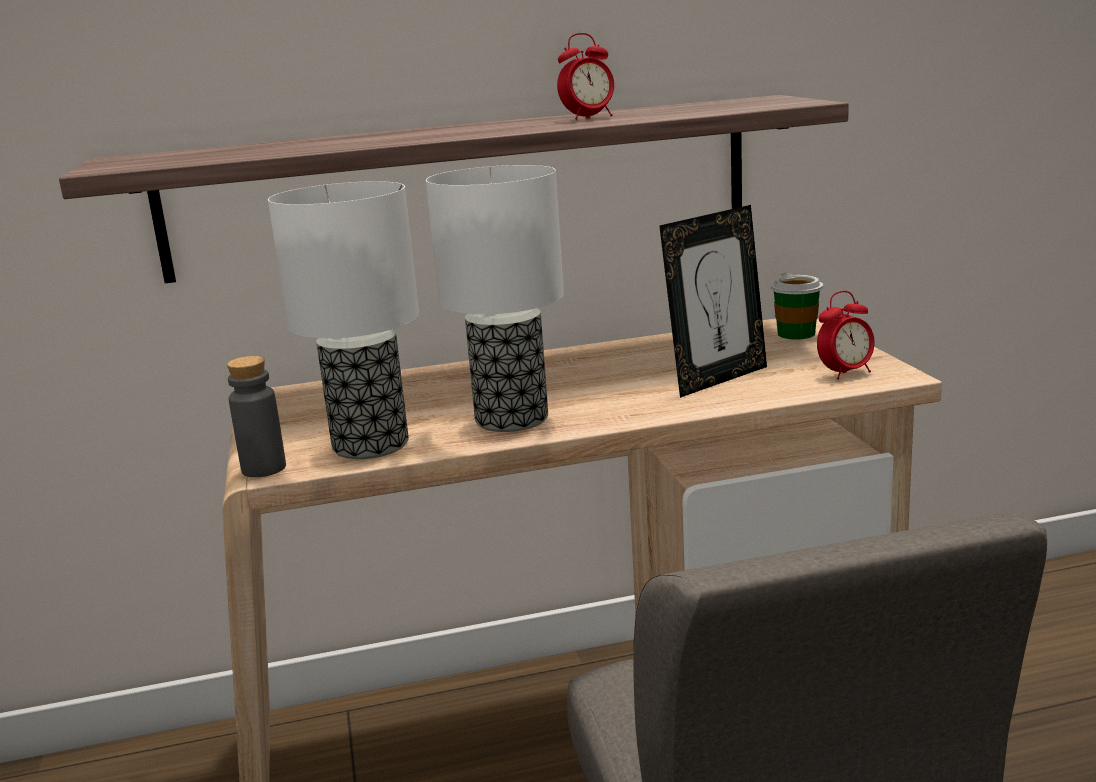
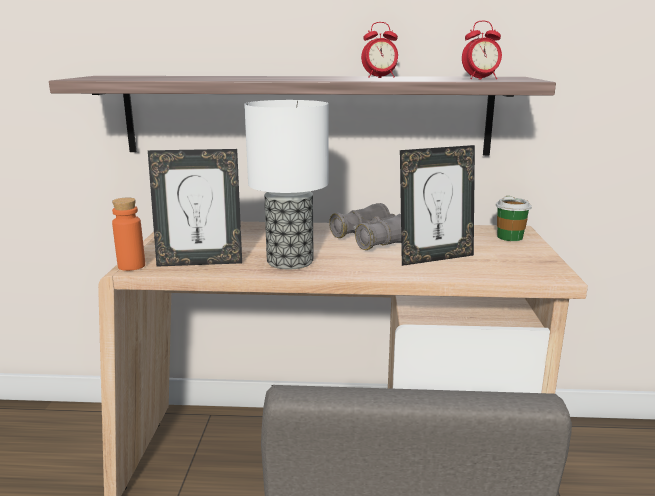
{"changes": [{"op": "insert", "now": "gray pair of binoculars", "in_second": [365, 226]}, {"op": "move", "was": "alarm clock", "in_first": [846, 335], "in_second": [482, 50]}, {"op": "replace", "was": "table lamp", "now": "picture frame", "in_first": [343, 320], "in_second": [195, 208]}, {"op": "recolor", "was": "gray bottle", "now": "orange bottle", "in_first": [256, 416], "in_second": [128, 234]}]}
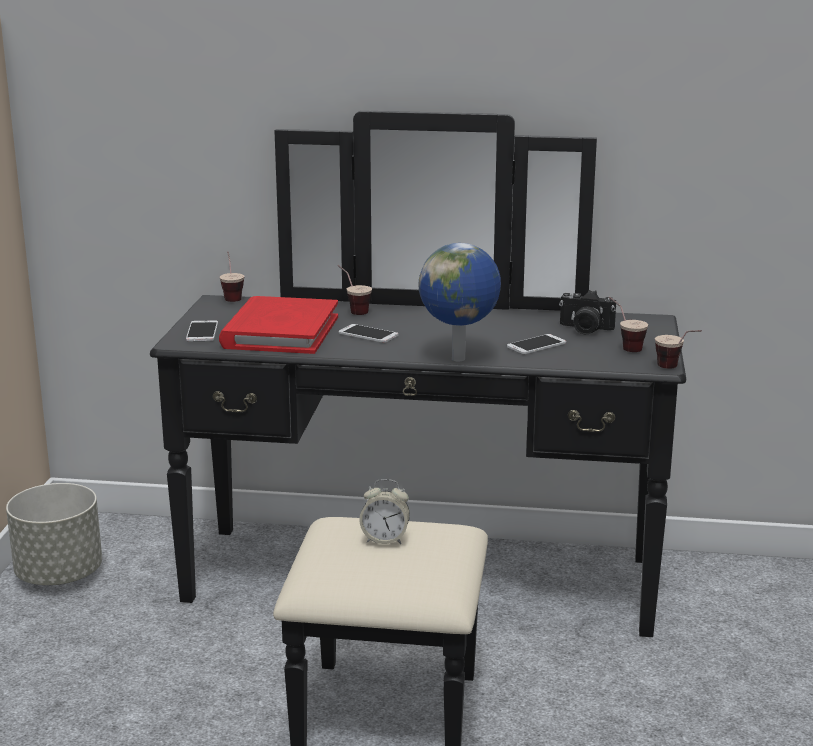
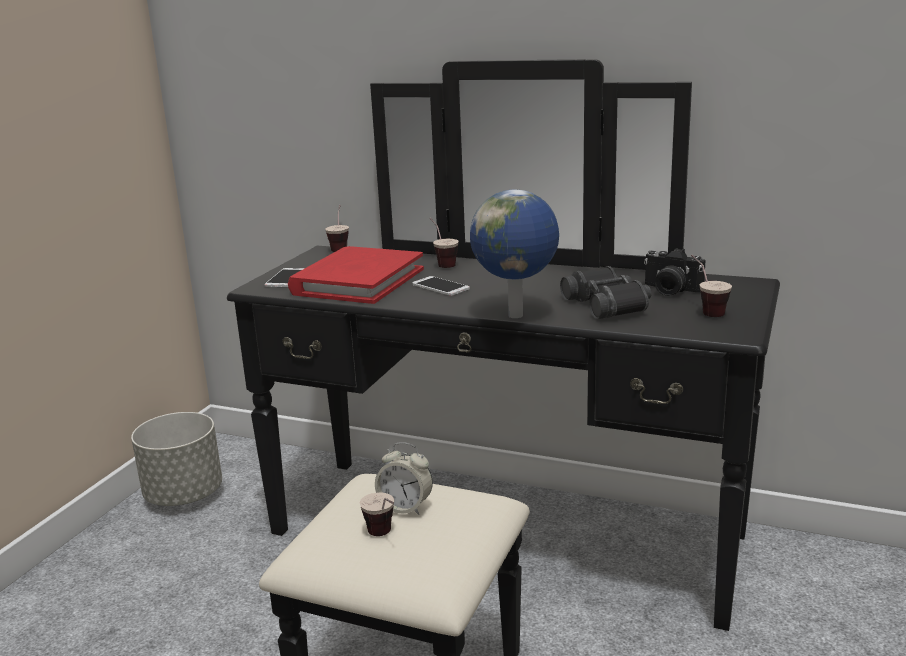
{"changes": [{"op": "move", "was": "cup", "in_first": [678, 349], "in_second": [377, 514]}, {"op": "replace", "was": "telephone", "now": "black-coloured pair of binoculars", "in_first": [536, 344], "in_second": [605, 292]}]}
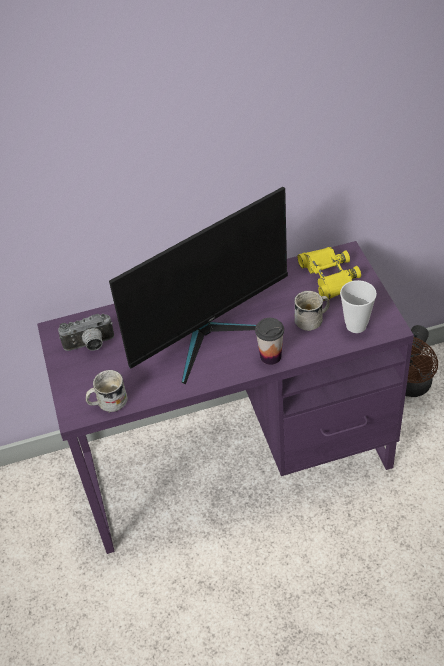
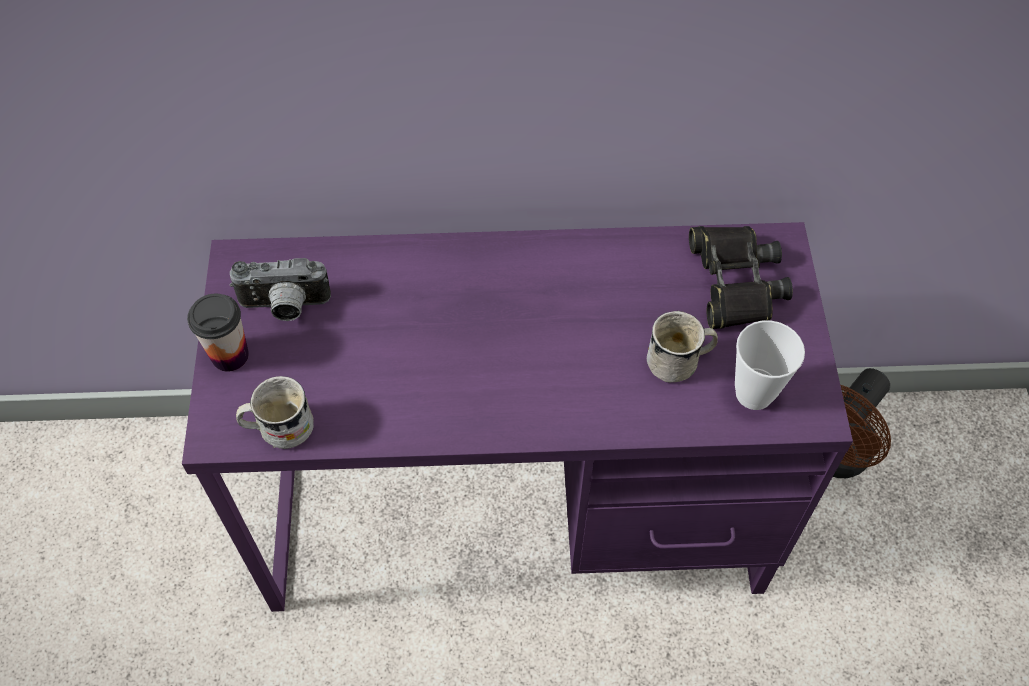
{"changes": [{"op": "delete", "was": "monitor", "in_first": [198, 286]}, {"op": "move", "was": "cup", "in_first": [269, 341], "in_second": [218, 332]}, {"op": "recolor", "was": "yellowish pair of binoculars", "now": "black-coloured pair of binoculars", "in_first": [329, 274], "in_second": [741, 277]}]}
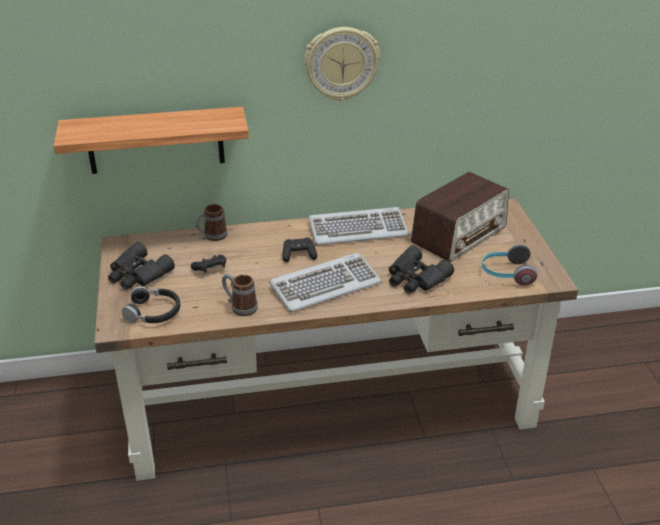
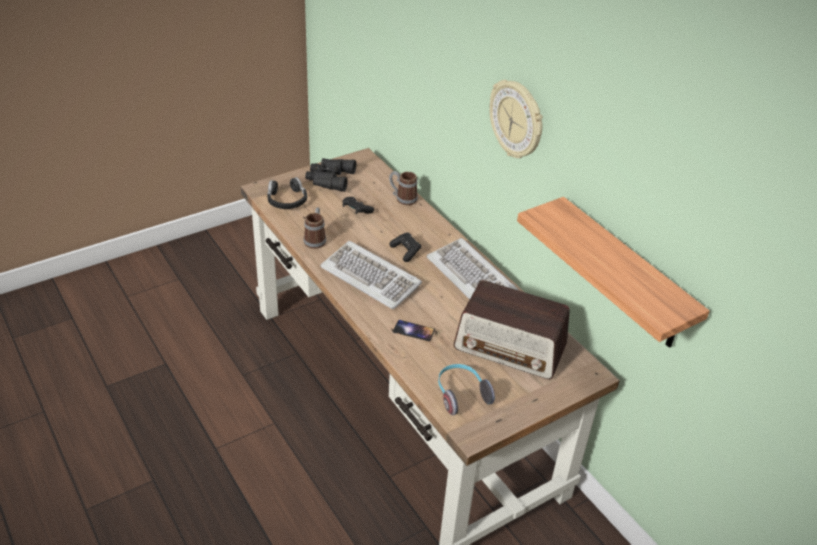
{"changes": [{"op": "move", "was": "shelf", "in_first": [151, 140], "in_second": [613, 272]}, {"op": "replace", "was": "black-coloured pair of binoculars", "now": "telephone", "in_first": [421, 269], "in_second": [414, 330]}]}
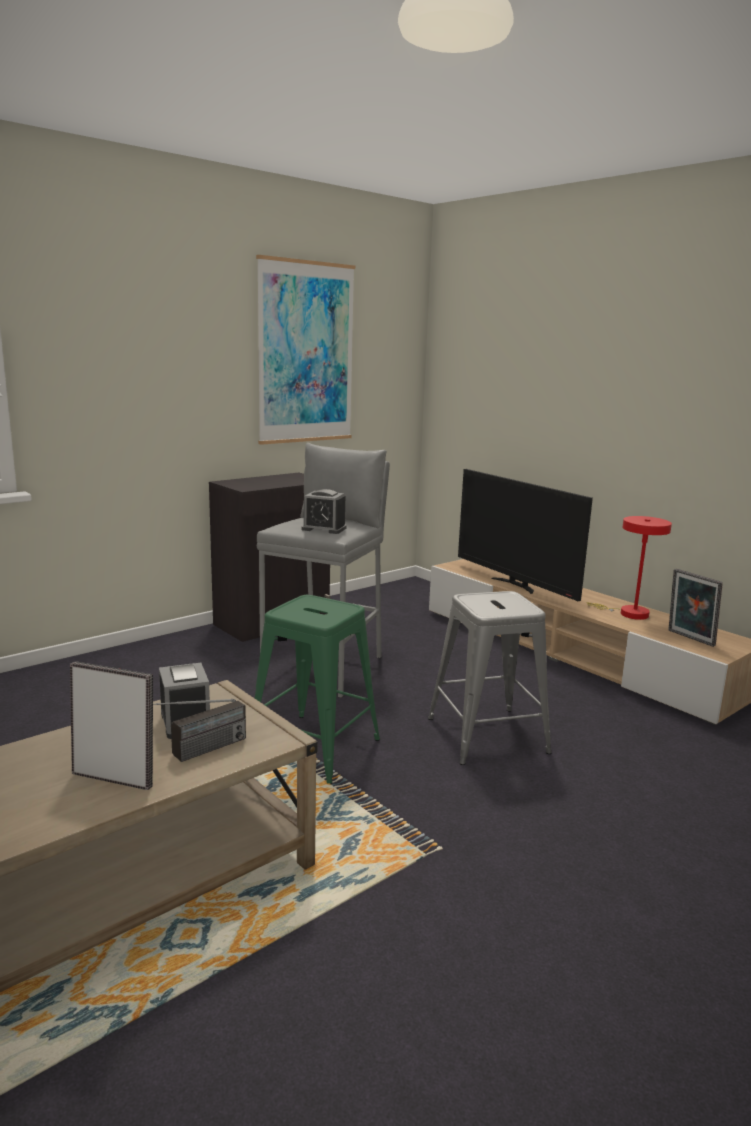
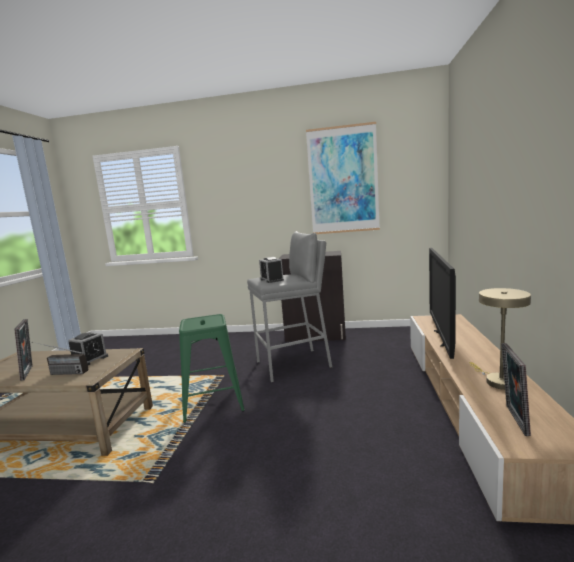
{"changes": [{"op": "delete", "was": "gray stool seat", "in_first": [490, 678]}, {"op": "recolor", "was": "red table lamp", "now": "sand-coloured table lamp", "in_first": [629, 568], "in_second": [500, 339]}]}
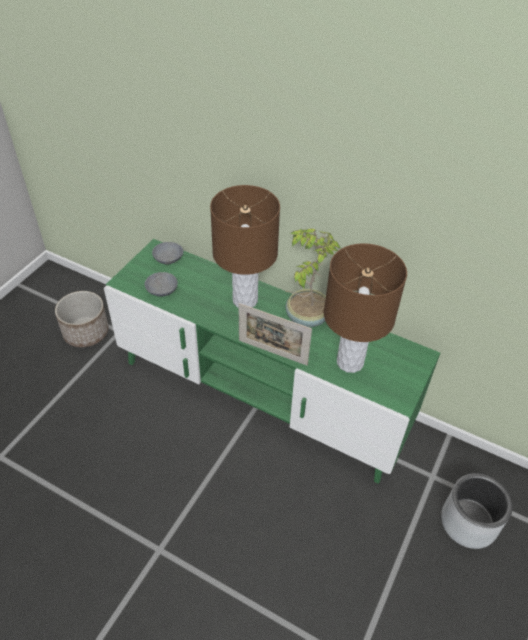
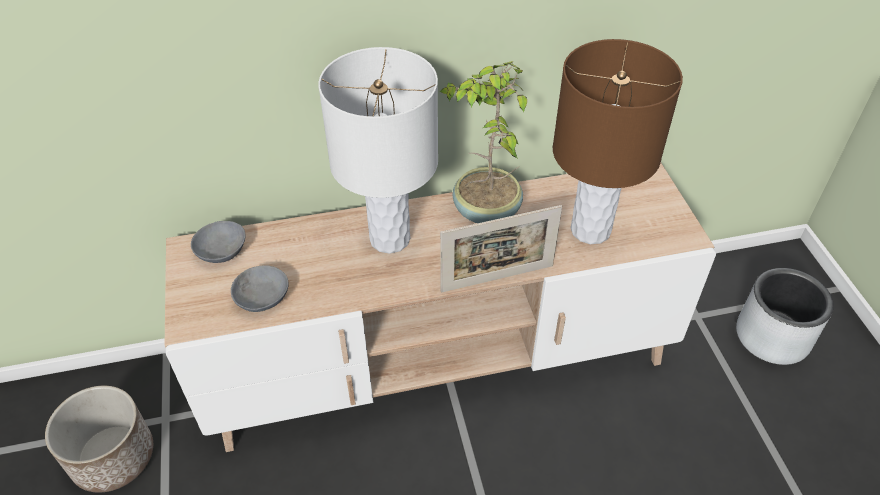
{"changes": [{"op": "recolor", "was": "greenish tv stand", "now": "sand-coloured tv stand", "in_first": [272, 361], "in_second": [440, 307]}, {"op": "recolor", "was": "brown table lamp", "now": "whitish table lamp", "in_first": [245, 246], "in_second": [378, 150]}]}
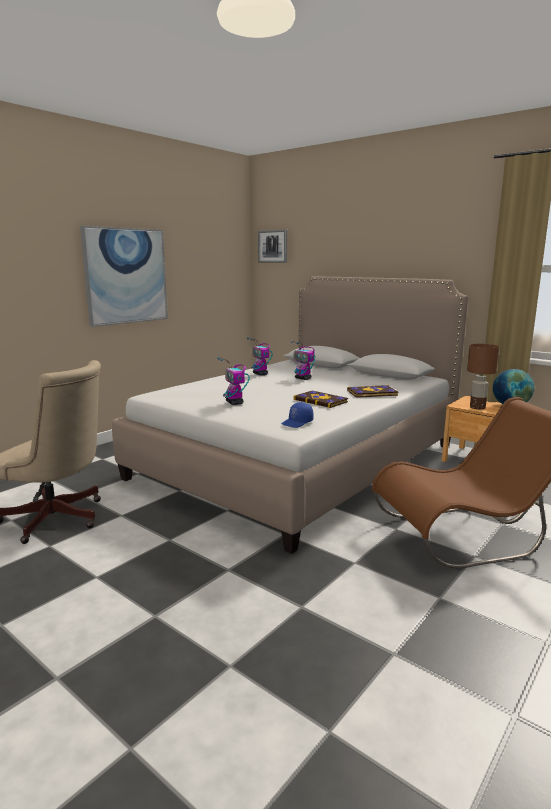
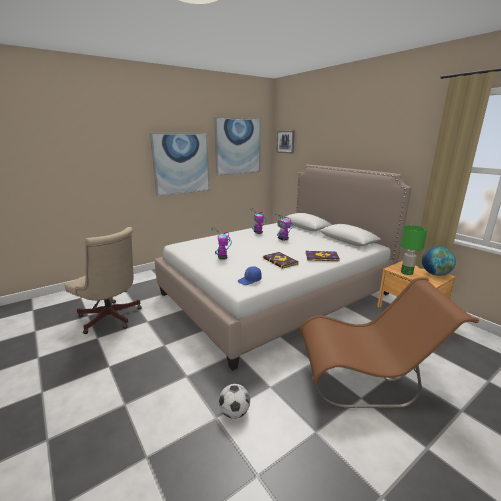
{"changes": [{"op": "insert", "now": "wall art", "in_second": [237, 146]}, {"op": "insert", "now": "ball for football", "in_second": [234, 401]}, {"op": "recolor", "was": "brown table lamp", "now": "greenish table lamp", "in_first": [483, 376], "in_second": [414, 250]}]}
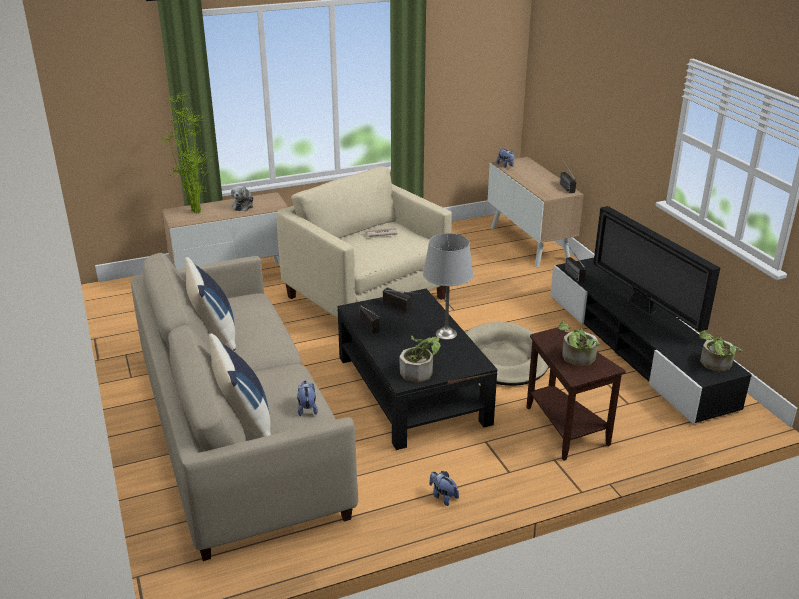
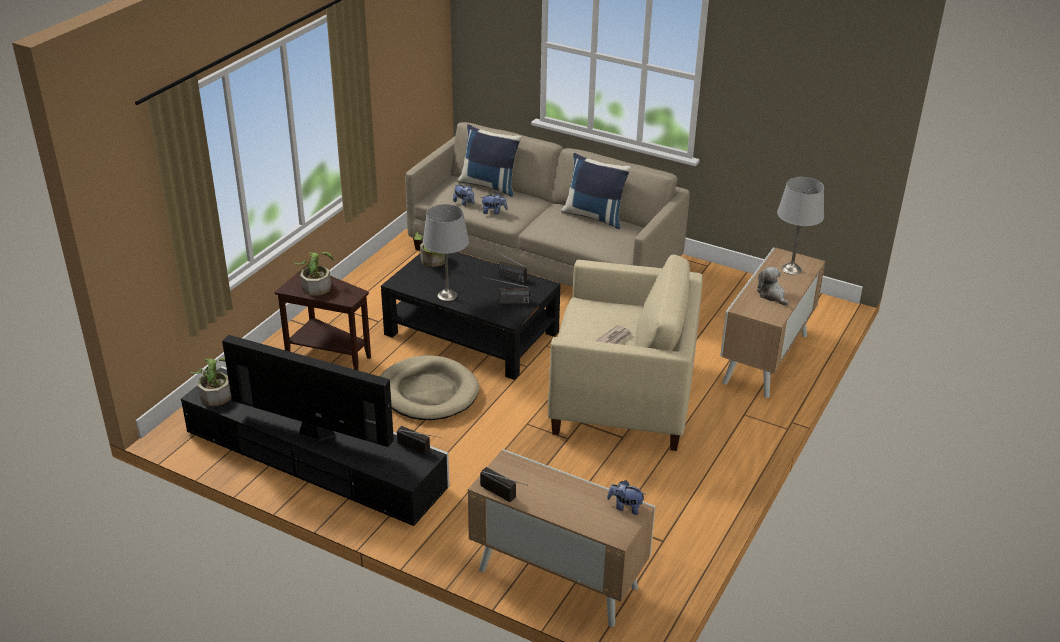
{"changes": [{"op": "move", "was": "cuddly toy", "in_first": [444, 488], "in_second": [495, 204]}, {"op": "replace", "was": "potted plant", "now": "gray table lamp", "in_first": [185, 154], "in_second": [800, 226]}]}
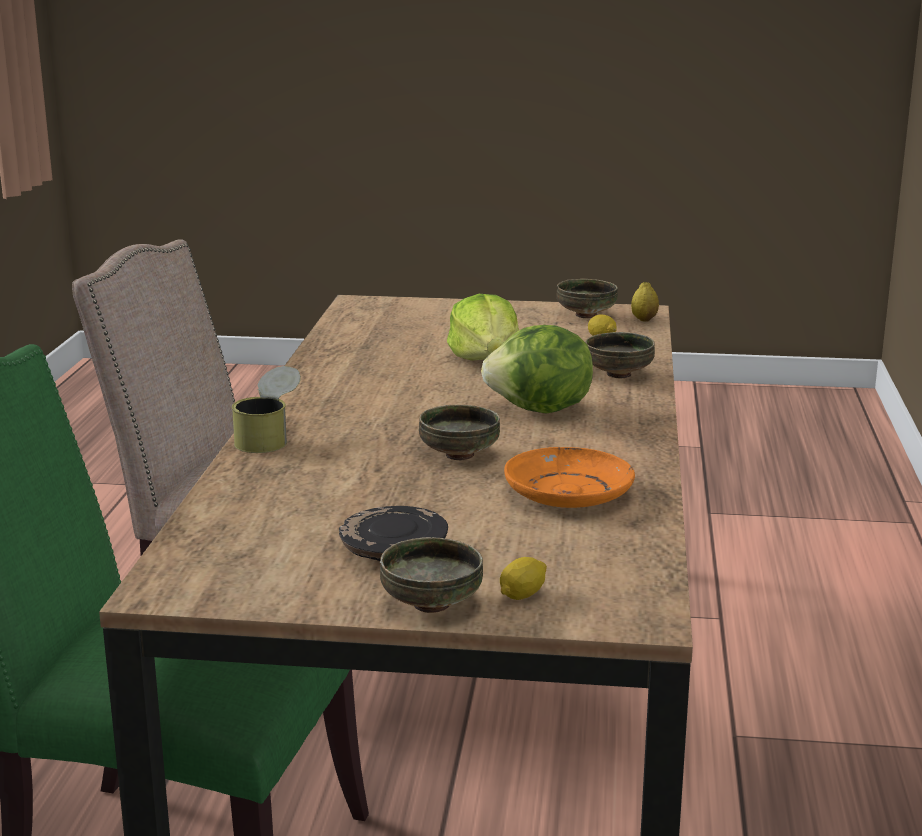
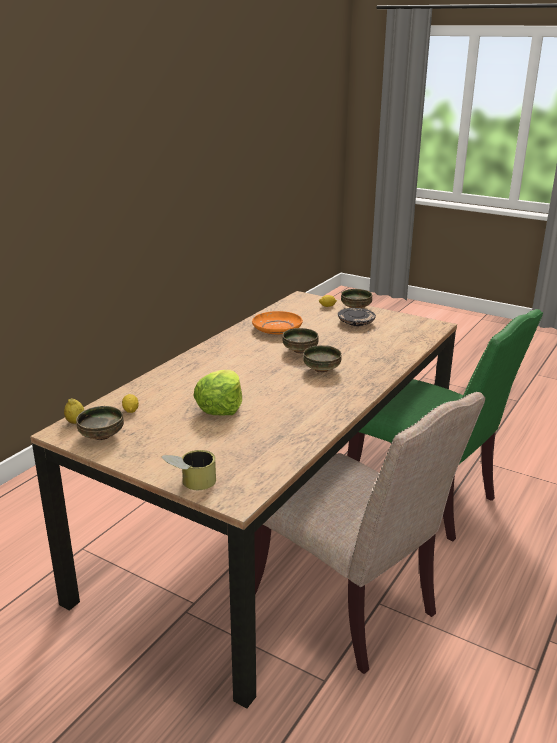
{"changes": [{"op": "delete", "was": "lettuce", "in_first": [537, 369]}, {"op": "move", "was": "can", "in_first": [266, 409], "in_second": [189, 470]}, {"op": "move", "was": "serving bowl", "in_first": [620, 355], "in_second": [322, 359]}]}
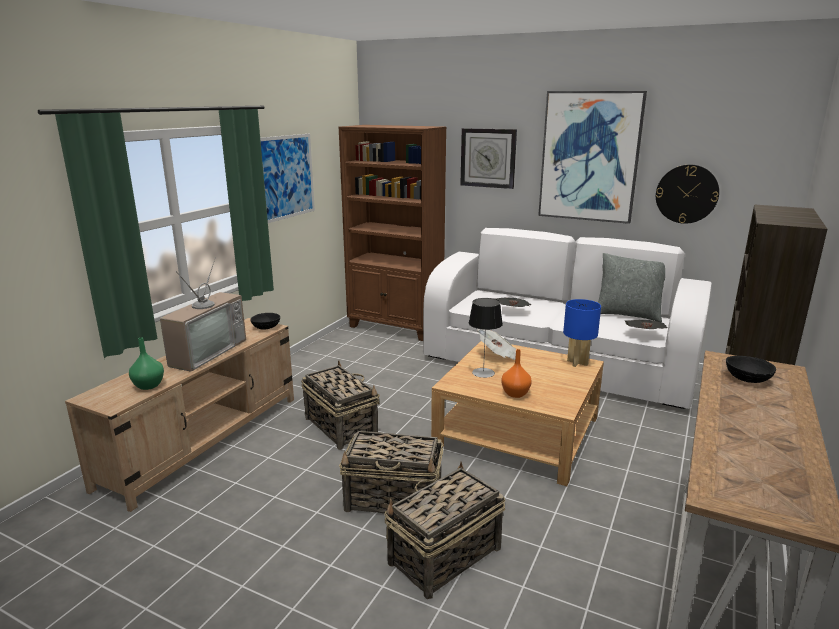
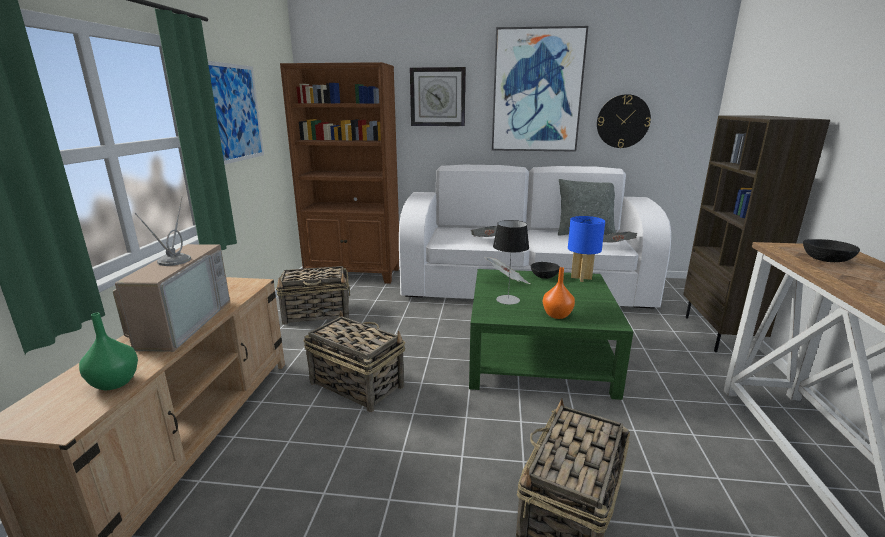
{"changes": [{"op": "move", "was": "black-coloured serving bowl", "in_first": [265, 321], "in_second": [545, 270]}, {"op": "move", "was": "basket", "in_first": [391, 473], "in_second": [313, 295]}, {"op": "recolor", "was": "sand-coloured lounge table", "now": "greenish lounge table", "in_first": [517, 413], "in_second": [551, 334]}]}
